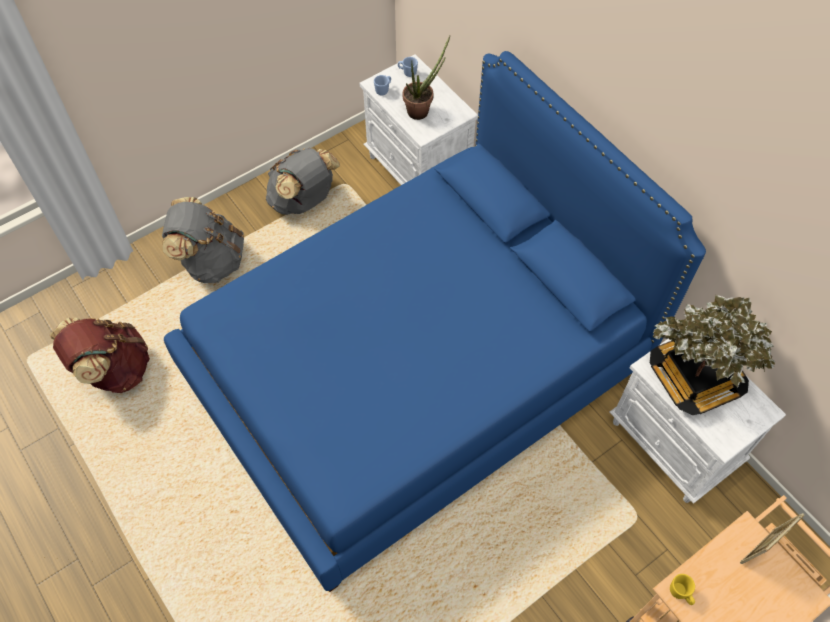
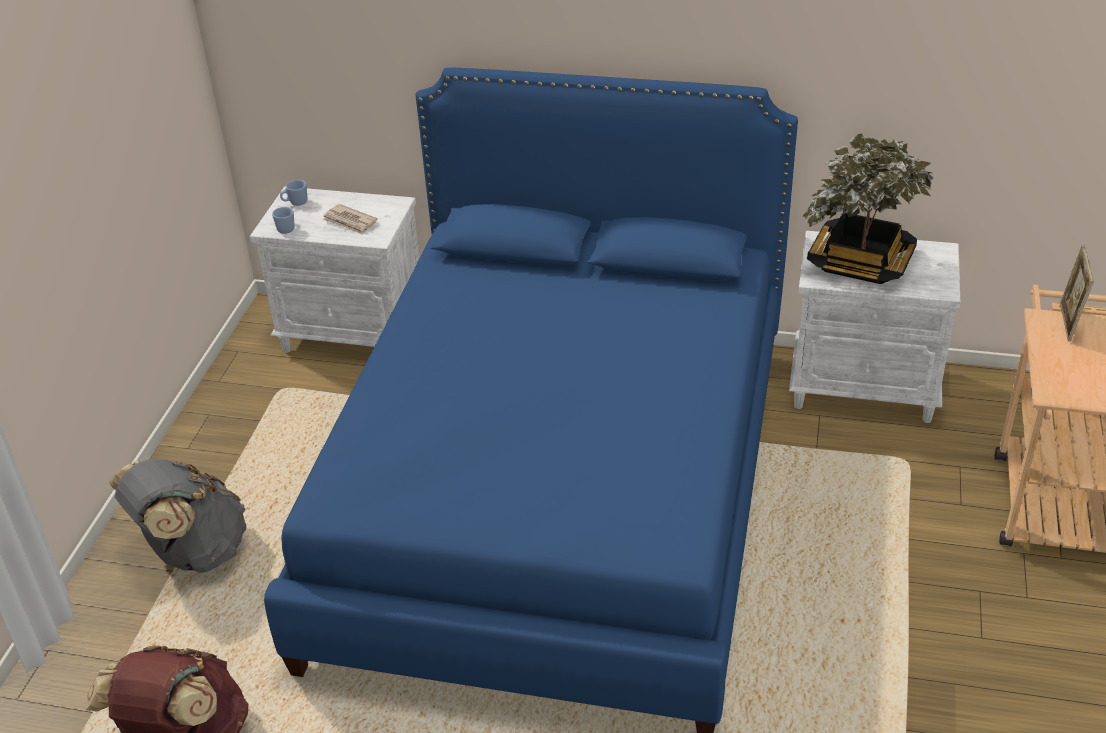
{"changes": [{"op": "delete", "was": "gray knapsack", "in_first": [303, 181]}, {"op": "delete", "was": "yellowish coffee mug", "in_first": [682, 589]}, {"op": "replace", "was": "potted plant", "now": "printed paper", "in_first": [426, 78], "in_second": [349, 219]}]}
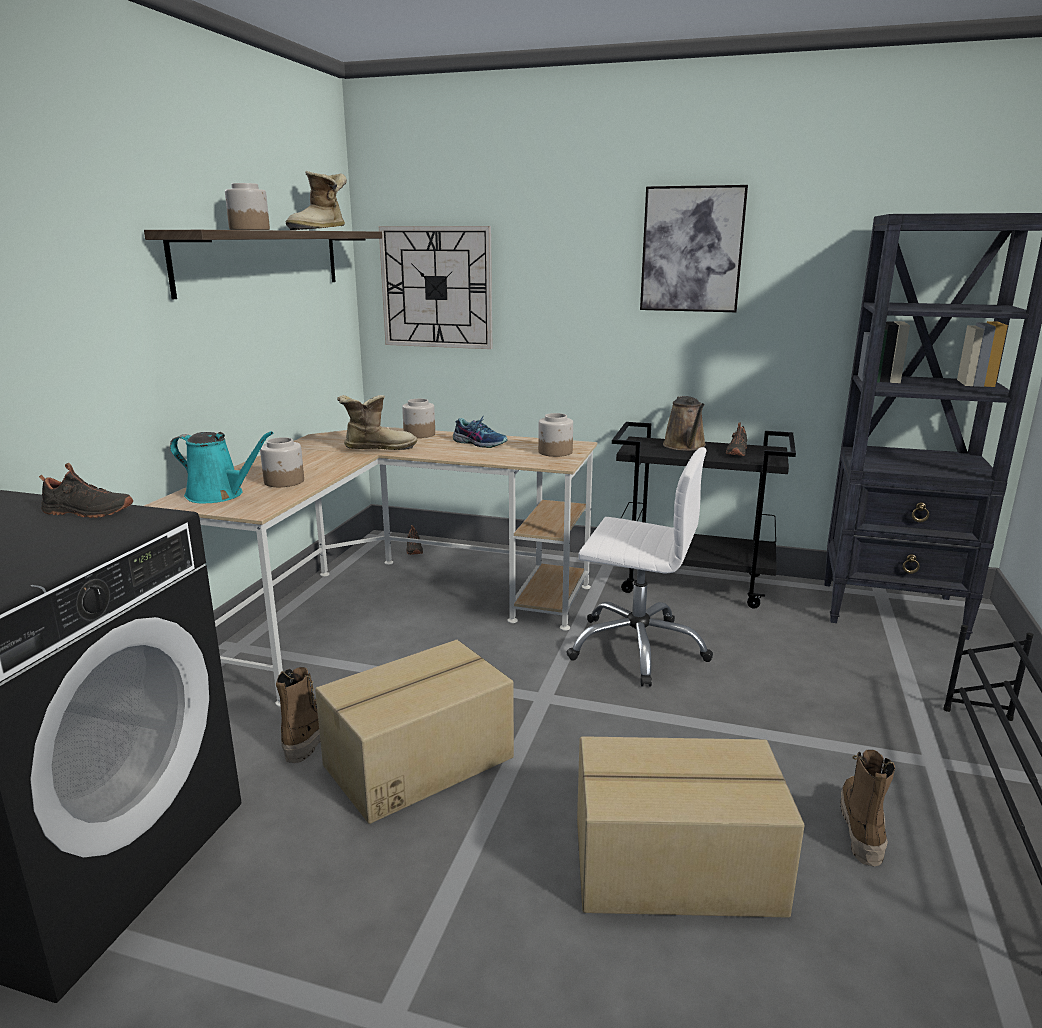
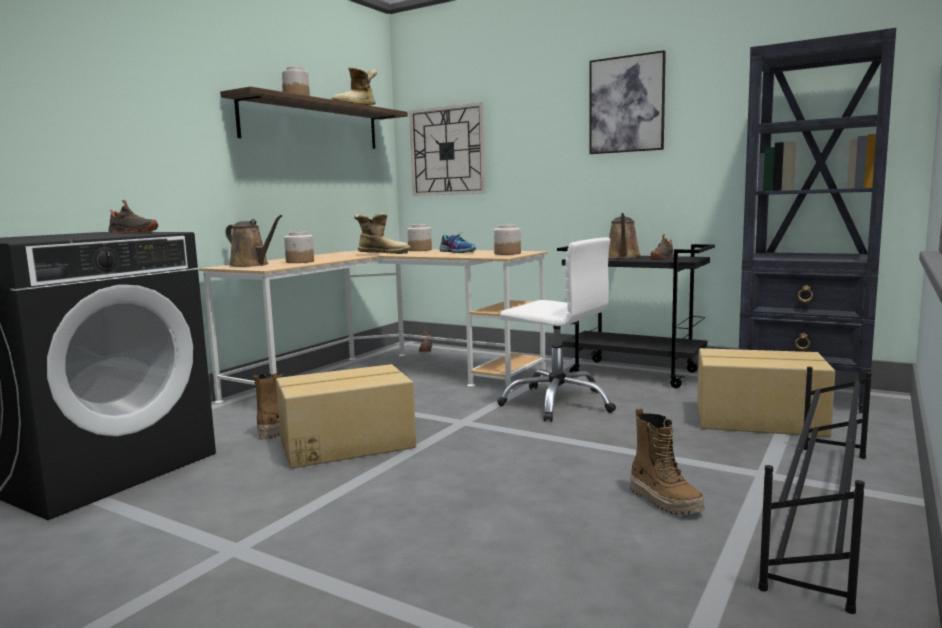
{"changes": [{"op": "move", "was": "packing box", "in_first": [690, 827], "in_second": [766, 392]}, {"op": "recolor", "was": "blue-green sprinkling can", "now": "brown sprinkling can", "in_first": [221, 467], "in_second": [254, 241]}, {"op": "rotate", "was": "tall boot", "in_first": [867, 808], "in_second": [667, 461], "clockwise": 120}]}
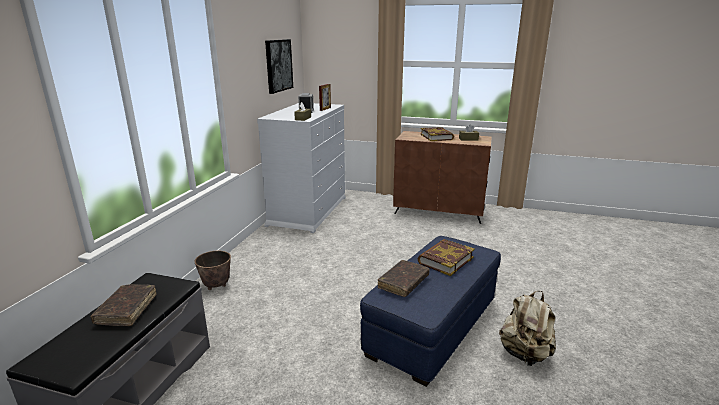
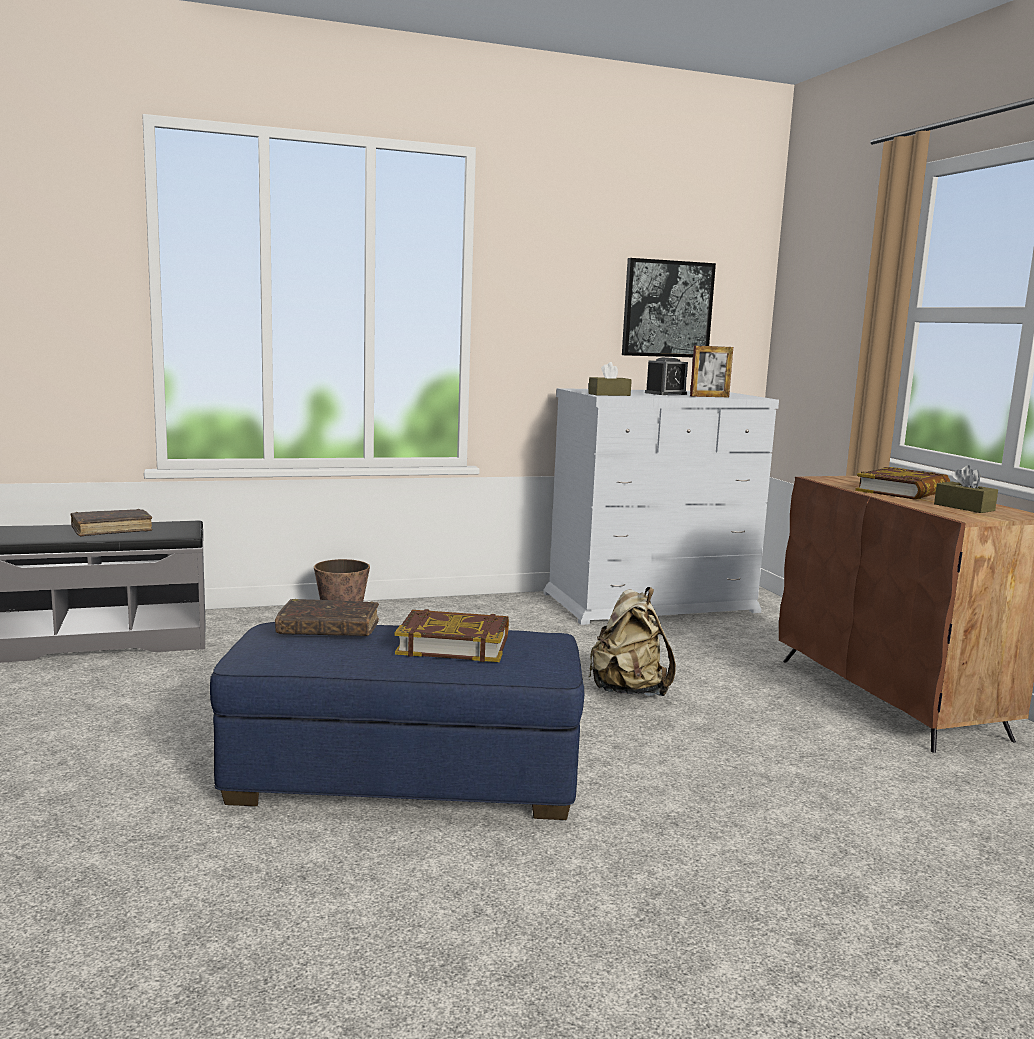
{"changes": [{"op": "move", "was": "sand-coloured knapsack", "in_first": [527, 328], "in_second": [632, 641]}]}
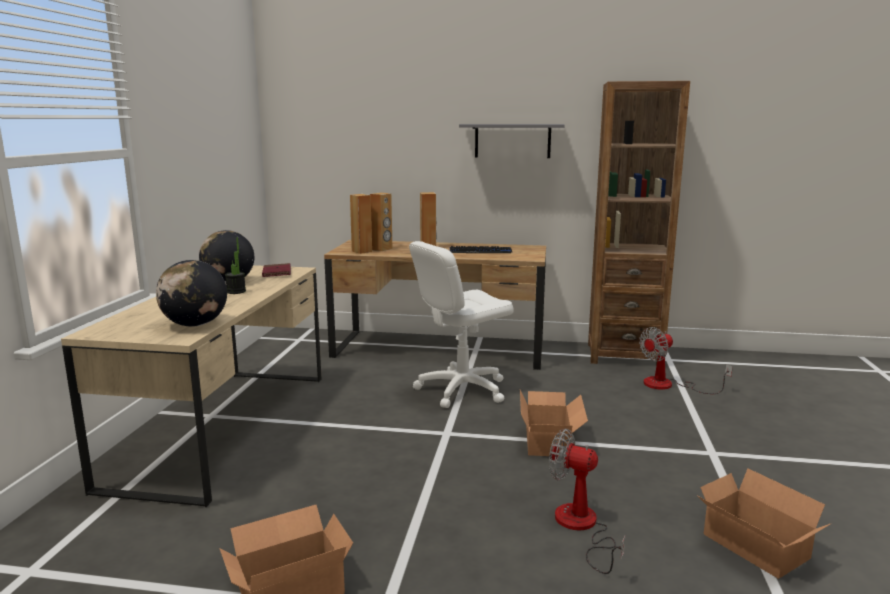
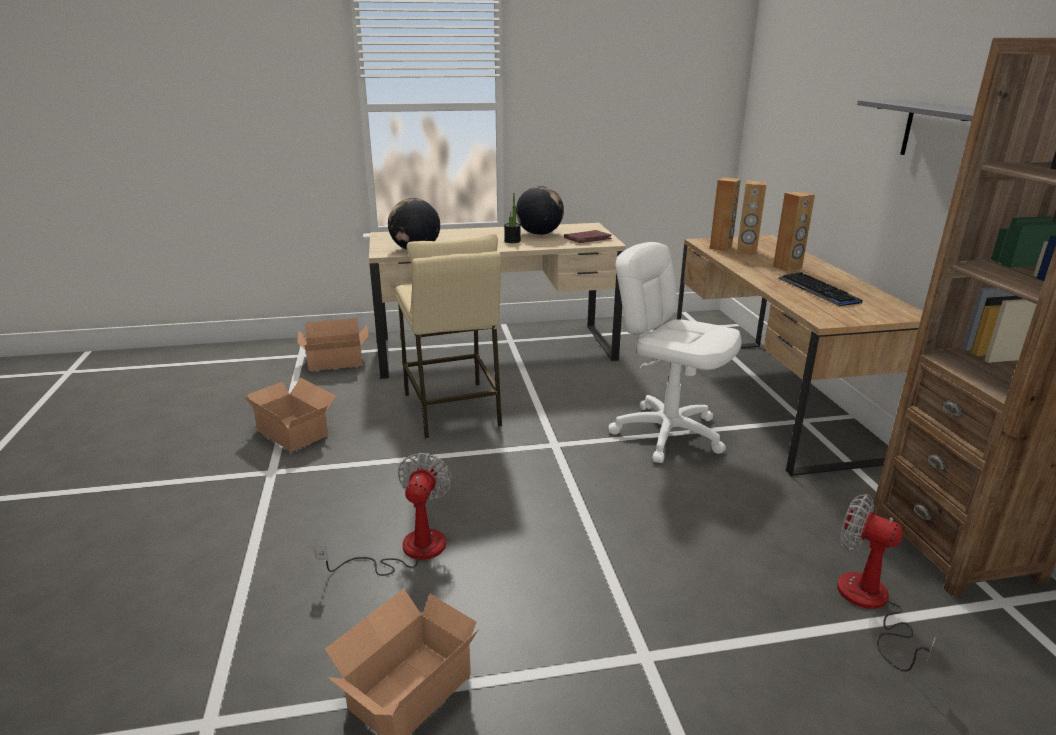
{"changes": [{"op": "insert", "now": "sand-coloured stool seat", "in_second": [448, 336]}, {"op": "move", "was": "packing box", "in_first": [554, 423], "in_second": [333, 344]}]}
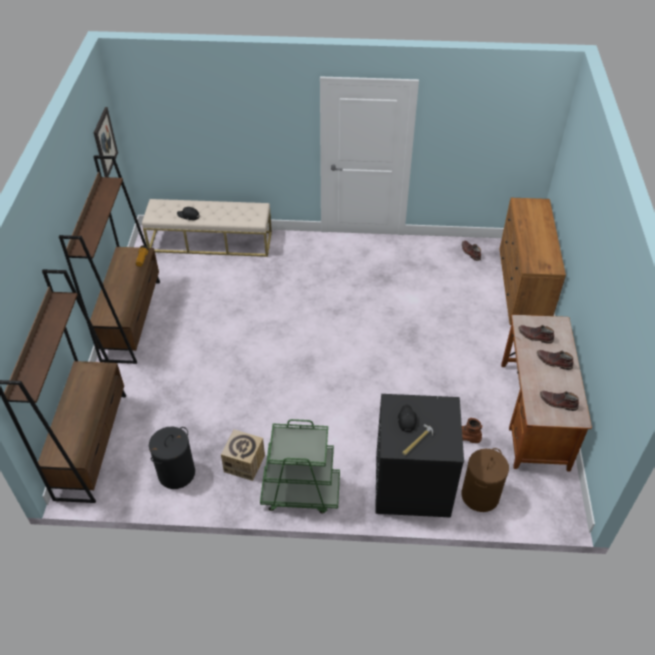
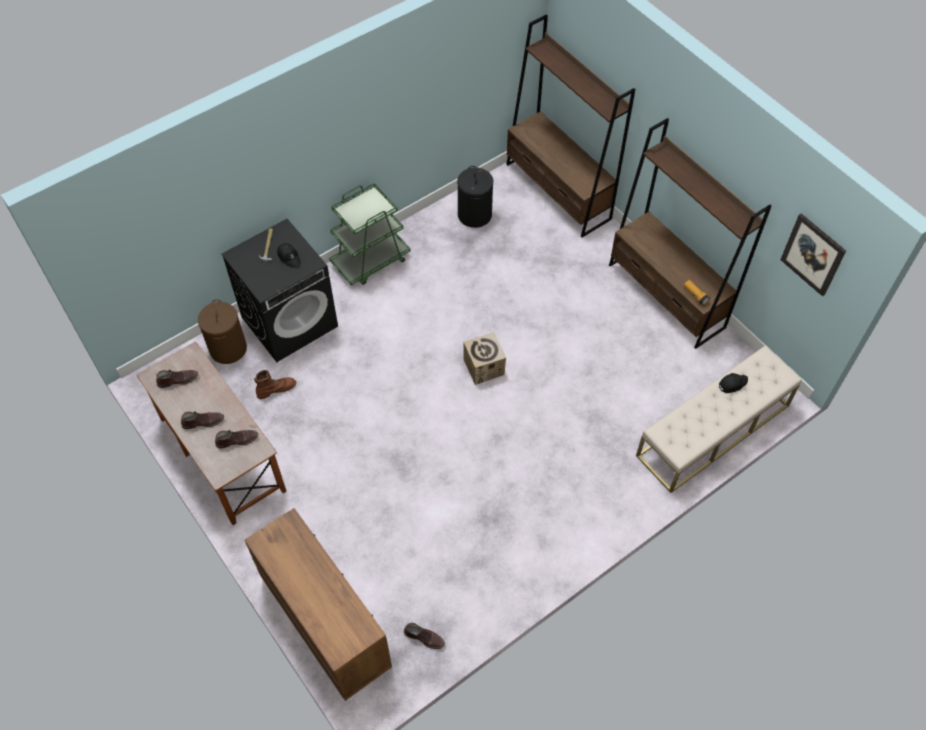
{"changes": [{"op": "move", "was": "packing box", "in_first": [243, 455], "in_second": [485, 359]}]}
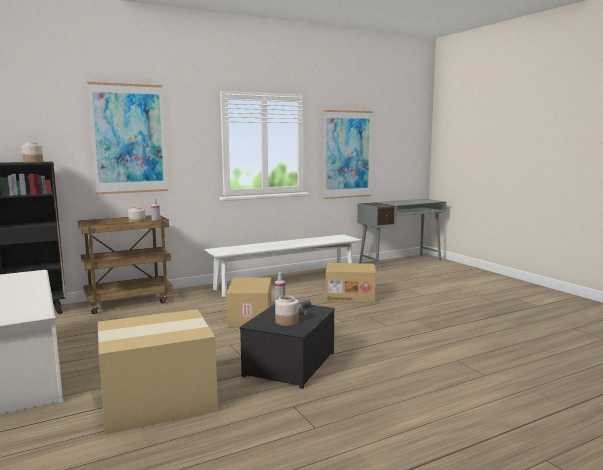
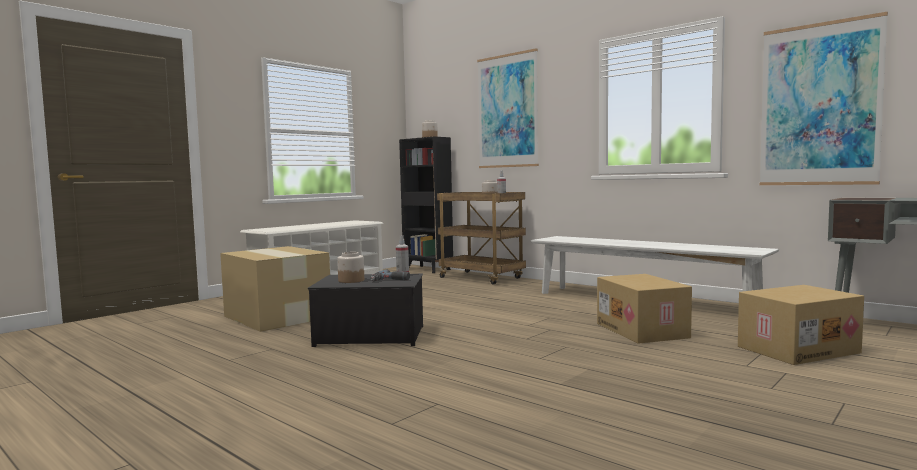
{"changes": [{"op": "move", "was": "packing box", "in_first": [249, 302], "in_second": [801, 325]}]}
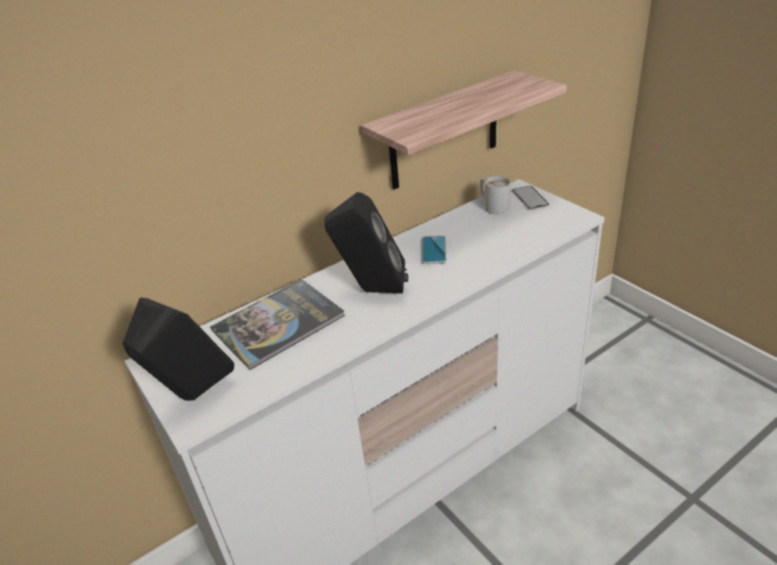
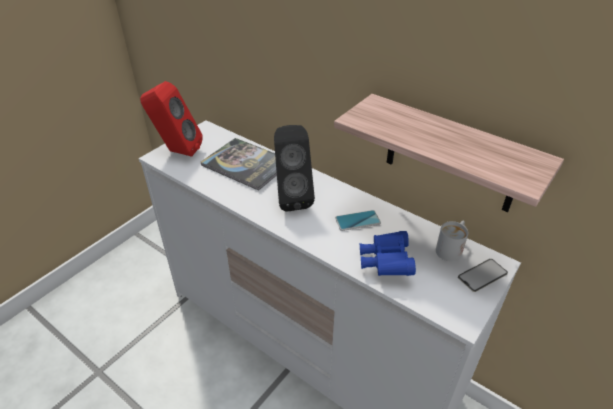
{"changes": [{"op": "insert", "now": "blue-coloured pair of binoculars", "in_second": [388, 253]}, {"op": "recolor", "was": "black-coloured speaker", "now": "red speaker", "in_first": [178, 349], "in_second": [171, 119]}]}
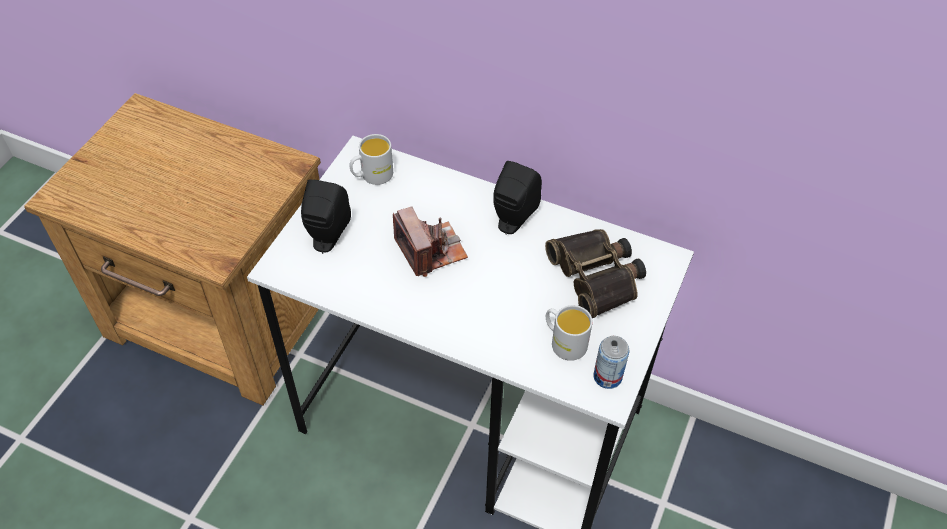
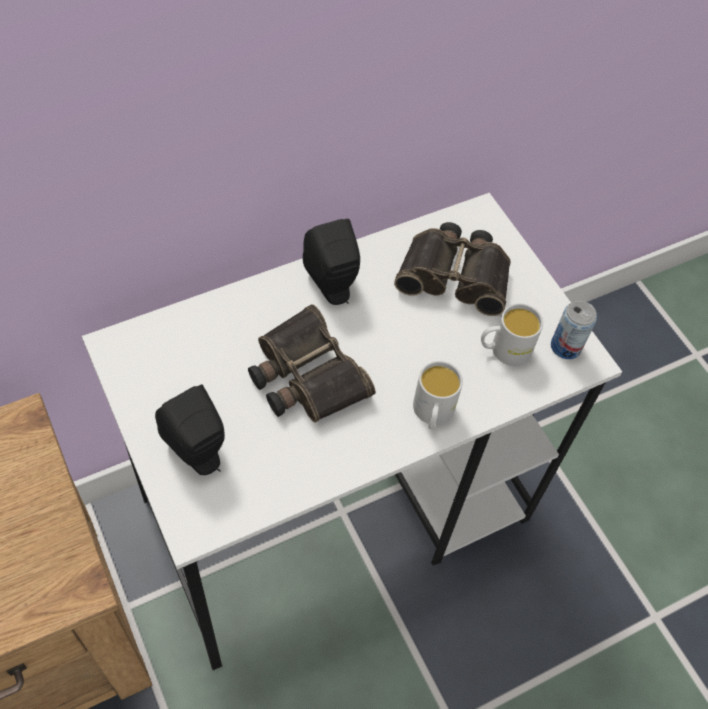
{"changes": [{"op": "move", "was": "whitish coffee mug", "in_first": [371, 159], "in_second": [438, 395]}, {"op": "replace", "was": "still camera", "now": "pair of binoculars", "in_first": [430, 242], "in_second": [311, 363]}]}
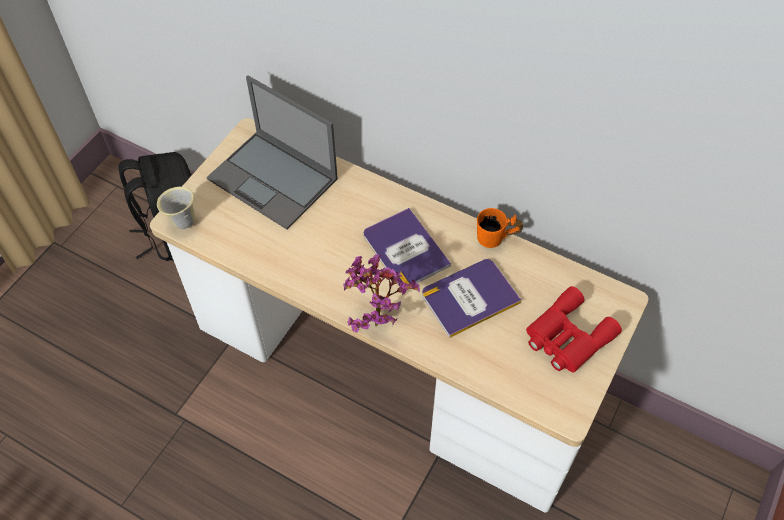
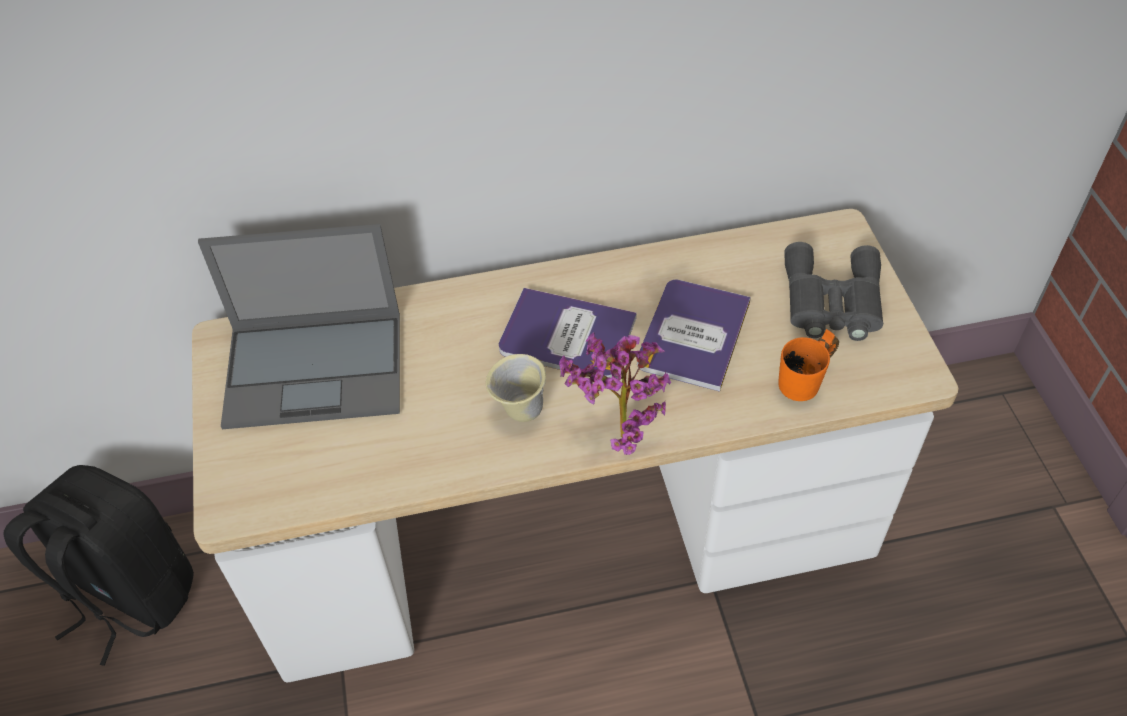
{"changes": [{"op": "move", "was": "sand-coloured coffee mug", "in_first": [176, 208], "in_second": [516, 388]}, {"op": "move", "was": "orange coffee mug", "in_first": [500, 228], "in_second": [808, 365]}, {"op": "recolor", "was": "red pair of binoculars", "now": "gray pair of binoculars", "in_first": [574, 329], "in_second": [833, 291]}]}
